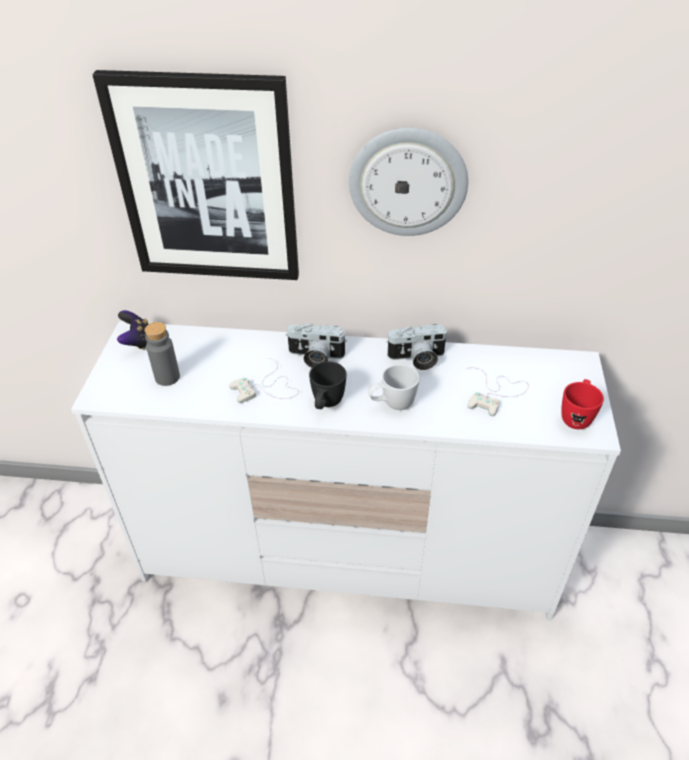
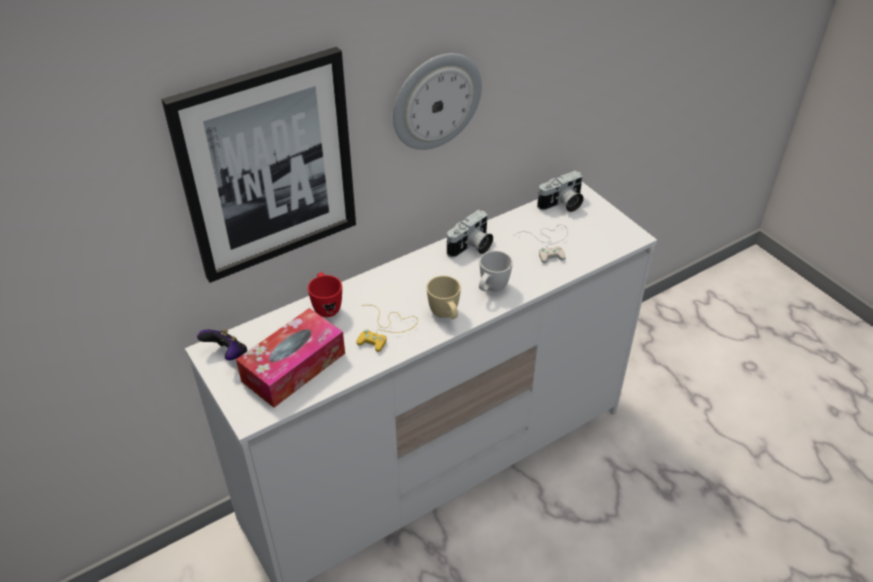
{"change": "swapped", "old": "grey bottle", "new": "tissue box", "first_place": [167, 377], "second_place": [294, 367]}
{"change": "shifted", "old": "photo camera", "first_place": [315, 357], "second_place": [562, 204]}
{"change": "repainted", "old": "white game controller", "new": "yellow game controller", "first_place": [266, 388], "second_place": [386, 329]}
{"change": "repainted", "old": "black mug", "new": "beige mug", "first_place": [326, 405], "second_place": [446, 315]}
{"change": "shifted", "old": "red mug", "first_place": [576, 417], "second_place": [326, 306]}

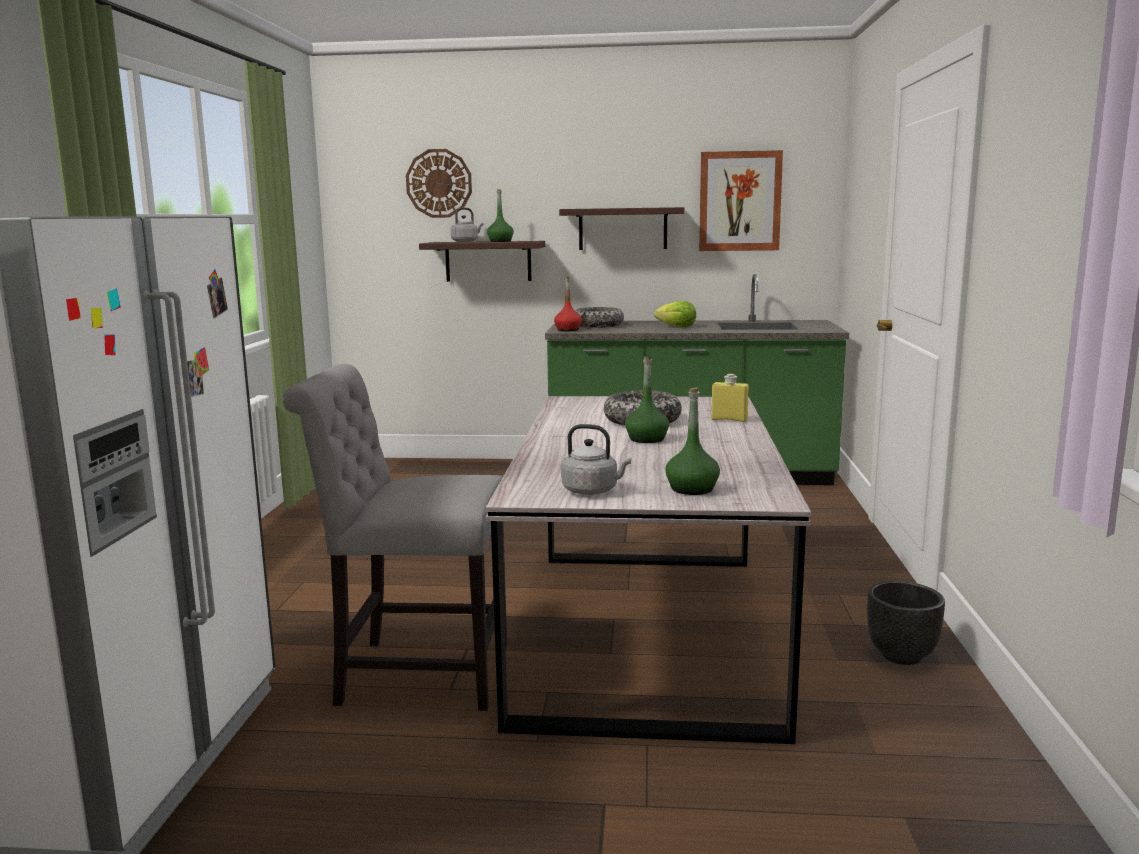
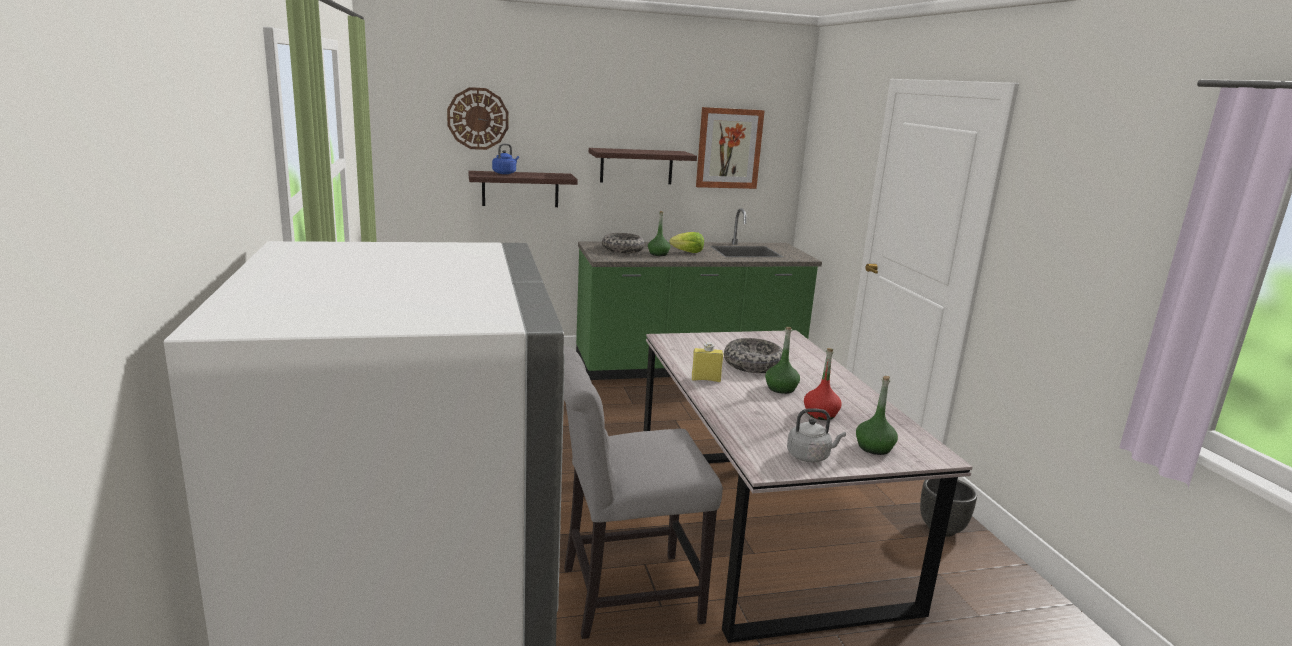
{"change": "shifted", "old": "green bottle", "first_place": [500, 241], "second_place": [658, 254]}
{"change": "repainted", "old": "grey kettle", "new": "blue kettle", "first_place": [466, 241], "second_place": [505, 173]}
{"change": "shifted", "old": "red bottle", "first_place": [568, 330], "second_place": [820, 414]}
{"change": "shifted", "old": "yellow bottle", "first_place": [729, 420], "second_place": [706, 379]}

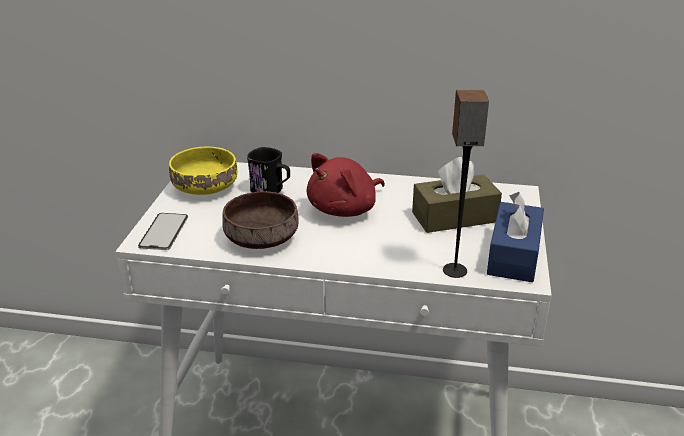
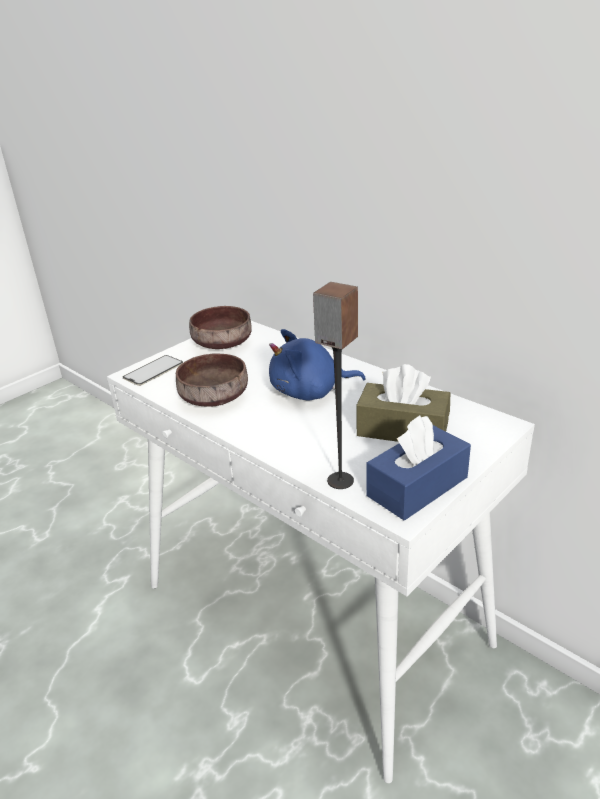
{"change": "repainted", "old": "yellow bowl", "new": "brown bowl", "first_place": [206, 187], "second_place": [224, 343]}
{"change": "gone", "old": "black mug", "first_place": [271, 190]}
{"change": "repainted", "old": "red plush toy", "new": "blue plush toy", "first_place": [345, 209], "second_place": [310, 392]}

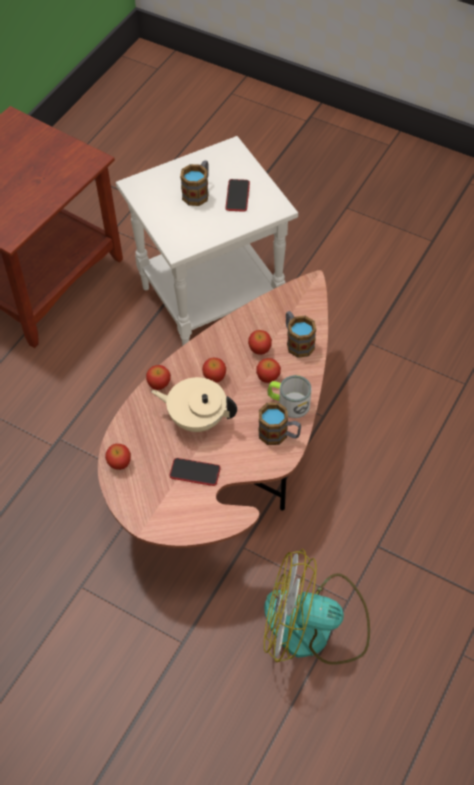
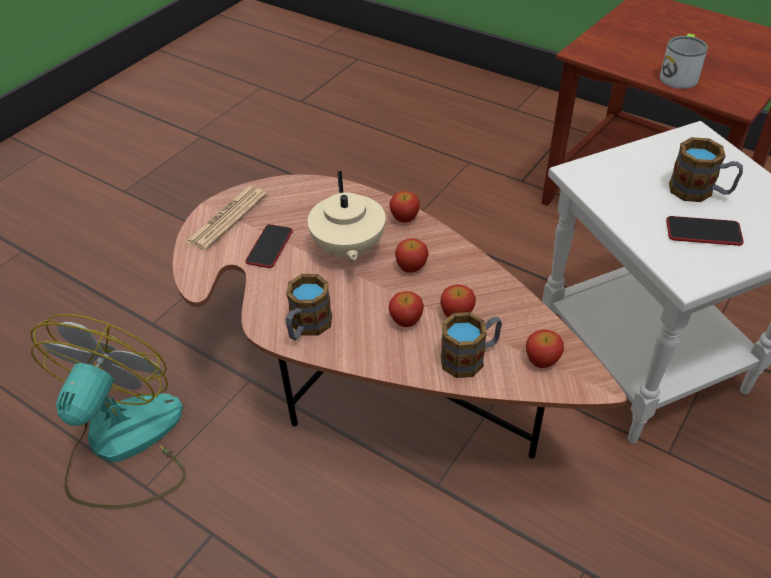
{"change": "shifted", "old": "mug", "first_place": [288, 403], "second_place": [680, 75]}
{"change": "rotated", "old": "beige teapot", "first_place": [197, 418], "second_place": [348, 250], "degrees": 150}
{"change": "shifted", "old": "apple", "first_place": [119, 463], "second_place": [542, 360]}
{"change": "new", "new": "newspaper", "second_place": [227, 218]}

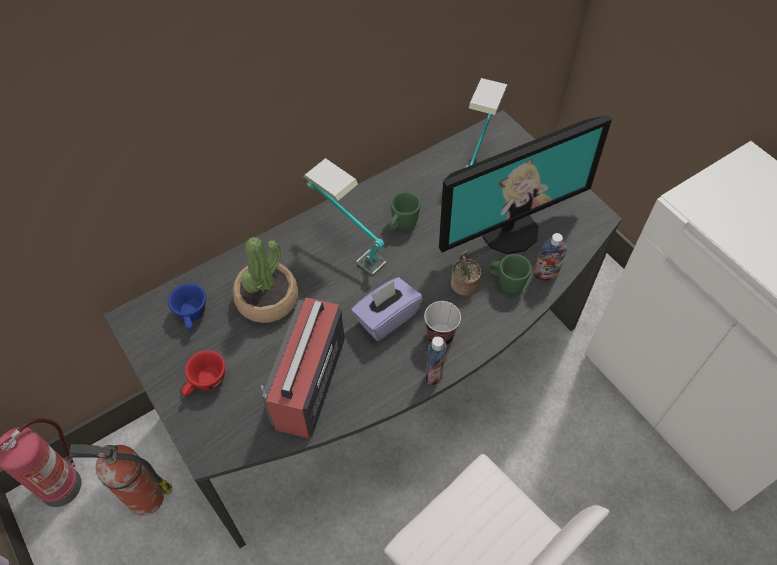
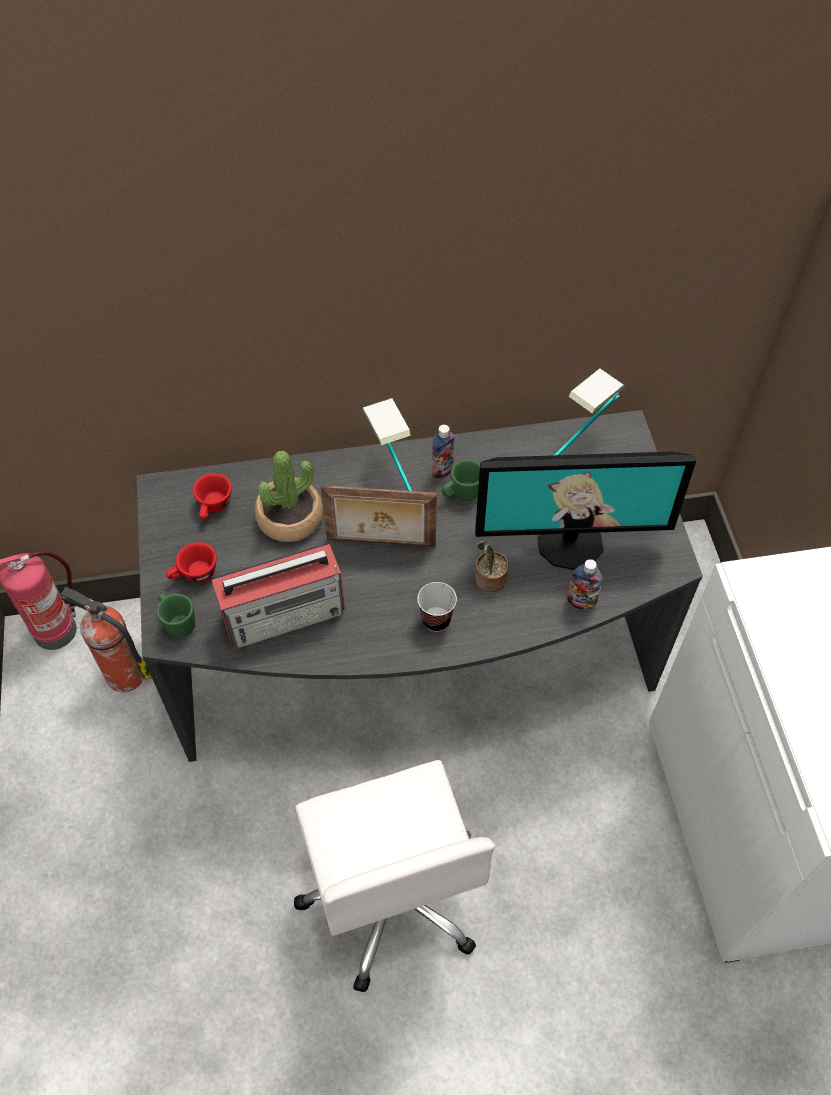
{"change": "shifted", "old": "green mug", "first_place": [506, 282], "second_place": [177, 622]}
{"change": "gone", "old": "purple tissue box", "first_place": [386, 318]}
{"change": "repainted", "old": "blue cup", "new": "red cup", "first_place": [192, 316], "second_place": [214, 507]}
{"change": "rotated", "old": "radio", "first_place": [308, 384], "second_place": [286, 613], "degrees": -150}
{"change": "shifted", "old": "bottle", "first_place": [434, 374], "second_place": [442, 470]}
{"change": "new", "new": "picture frame", "second_place": [381, 543]}

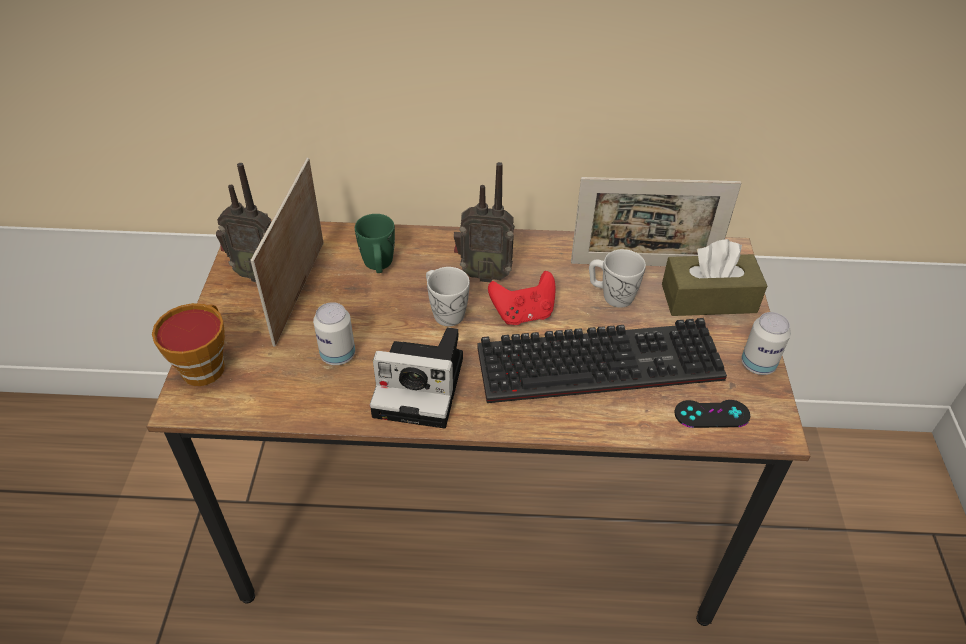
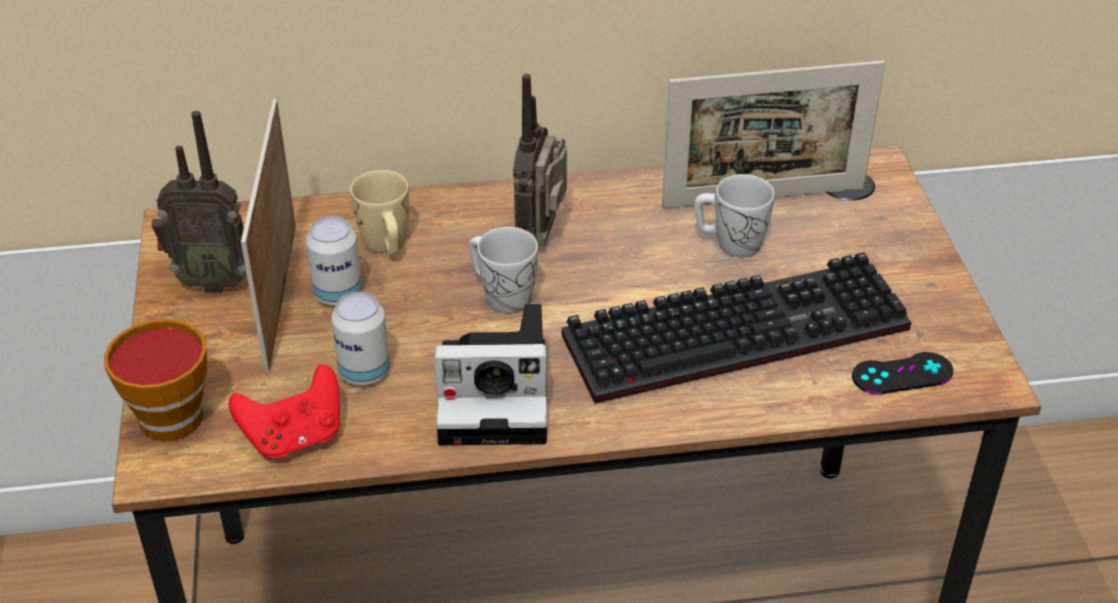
{"change": "rotated", "old": "radio", "first_place": [483, 273], "second_place": [542, 238], "degrees": 105}
{"change": "repainted", "old": "green mug", "new": "beige mug", "first_place": [378, 265], "second_place": [387, 246]}
{"change": "gone", "old": "brown tissue box", "first_place": [708, 298]}
{"change": "shifted", "old": "red game controller", "first_place": [523, 314], "second_place": [295, 438]}
{"change": "shifted", "old": "can", "first_place": [758, 364], "second_place": [338, 294]}

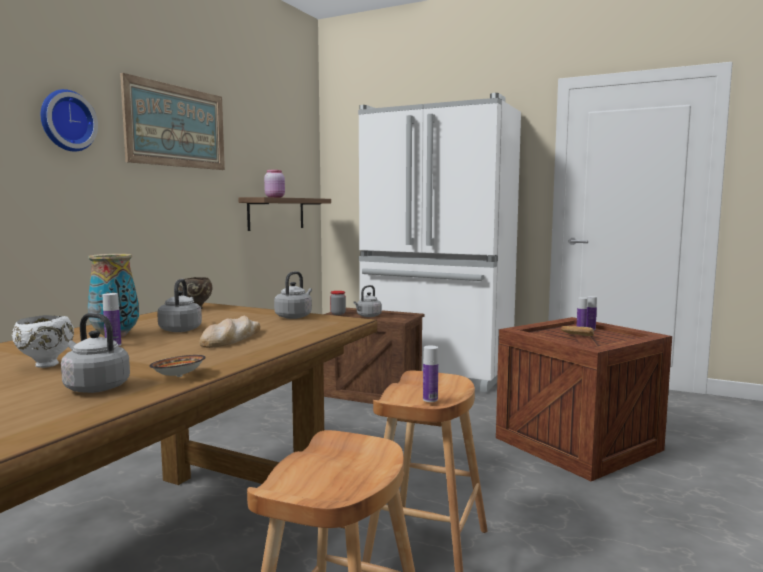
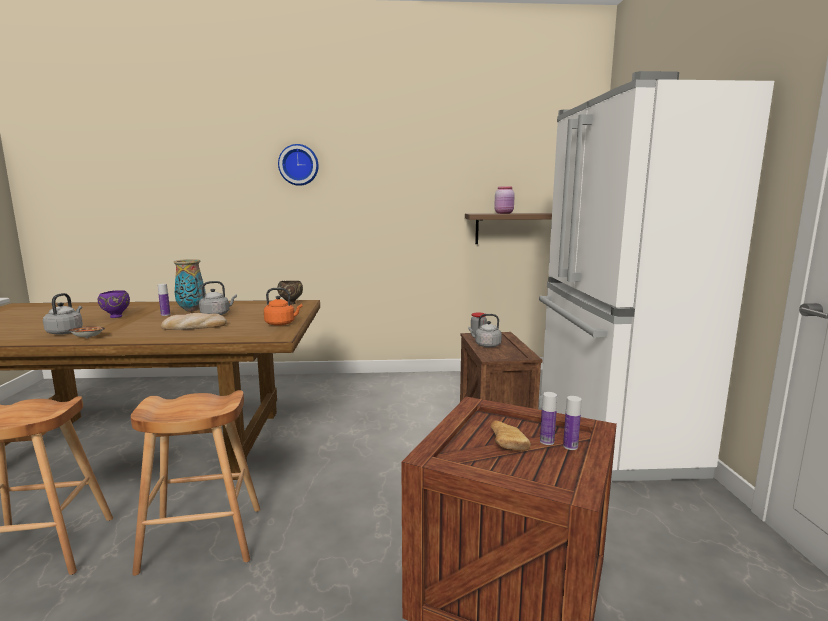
{"change": "gone", "old": "picture", "first_place": [176, 126]}
{"change": "repainted", "old": "grey kettle", "new": "orange kettle", "first_place": [294, 316], "second_place": [281, 323]}
{"change": "repainted", "old": "white bowl", "new": "purple bowl", "first_place": [45, 365], "second_place": [116, 316]}
{"change": "gone", "old": "bottle", "first_place": [430, 399]}

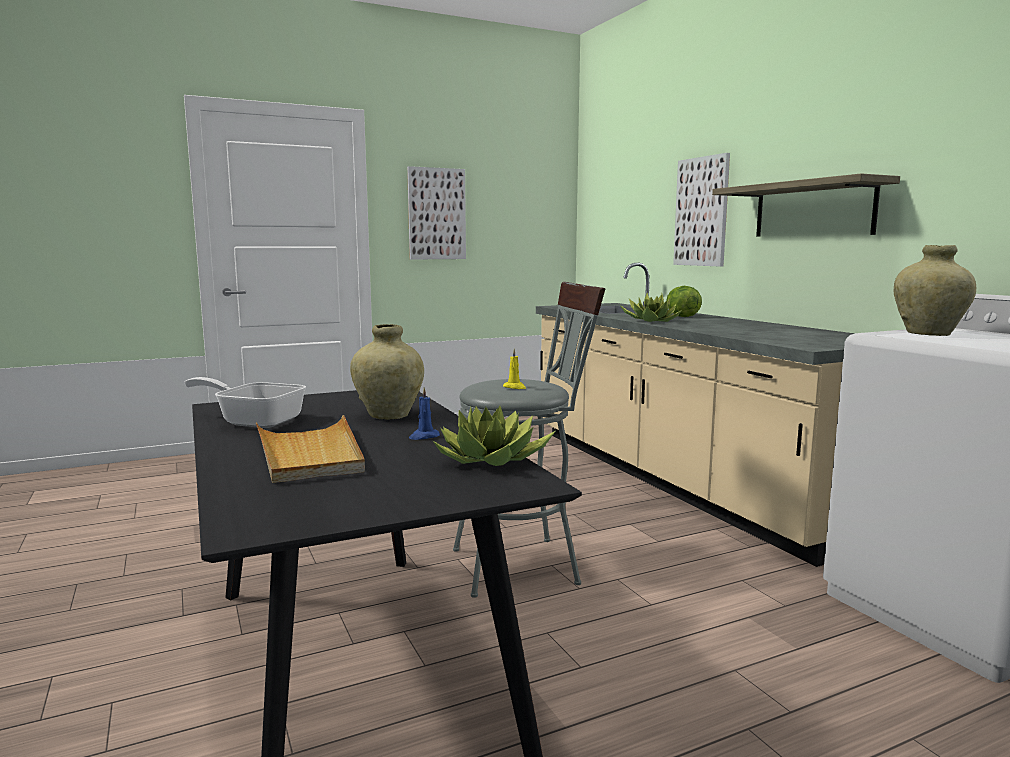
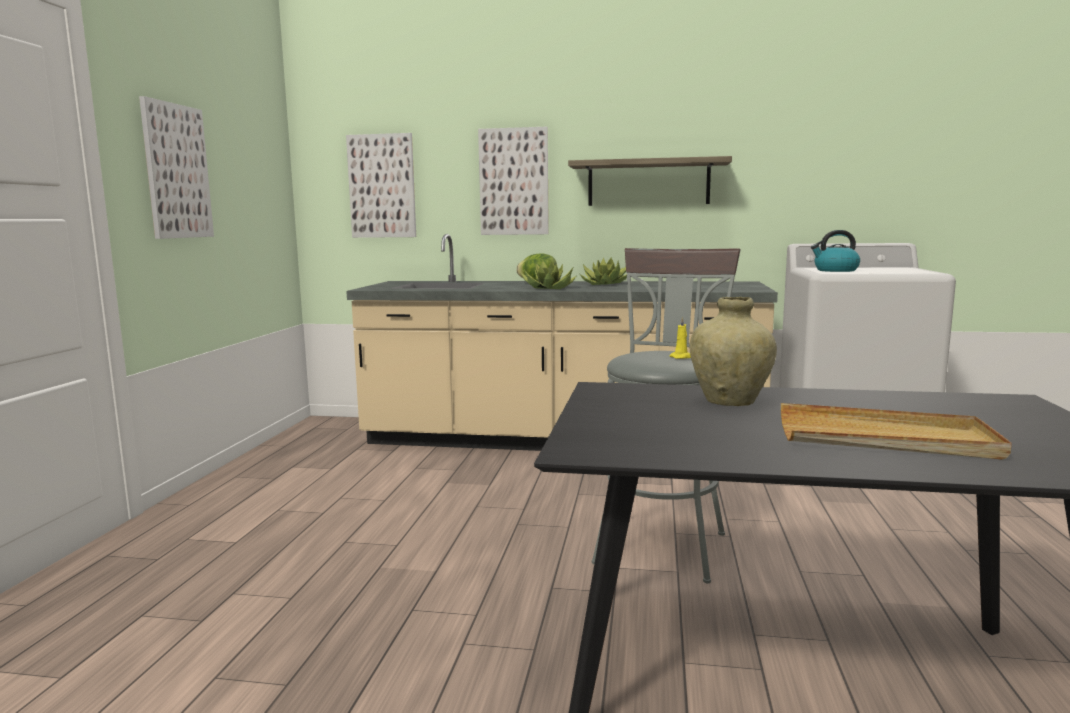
{"change": "swapped", "old": "beige vase", "new": "kettle", "first_place": [928, 334], "second_place": [835, 270]}
{"change": "gone", "old": "frying pan", "first_place": [255, 421]}
{"change": "gone", "old": "blue candle", "first_place": [423, 436]}
{"change": "shifted", "old": "potted plant", "first_place": [492, 459], "second_place": [605, 284]}
{"change": "new", "new": "picture", "second_place": [382, 186]}

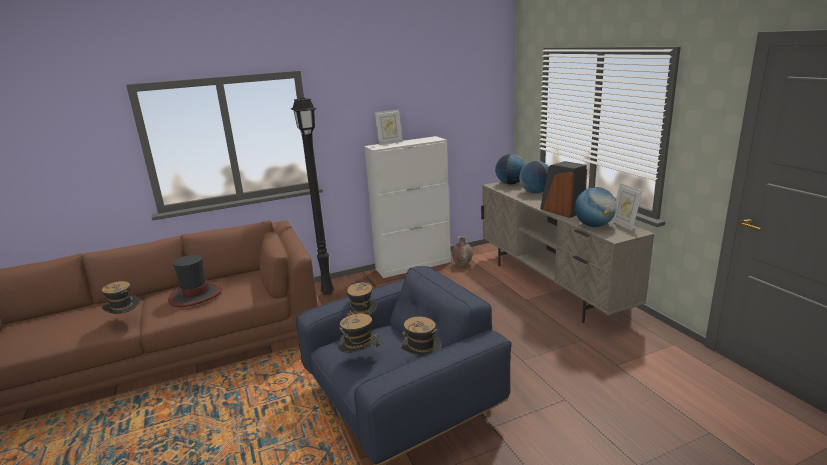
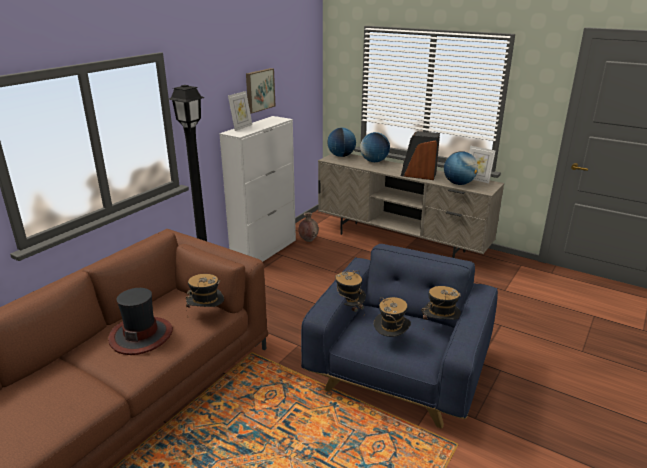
{"change": "shifted", "old": "hat", "first_place": [126, 321], "second_place": [206, 315]}
{"change": "new", "new": "picture", "second_place": [259, 90]}

